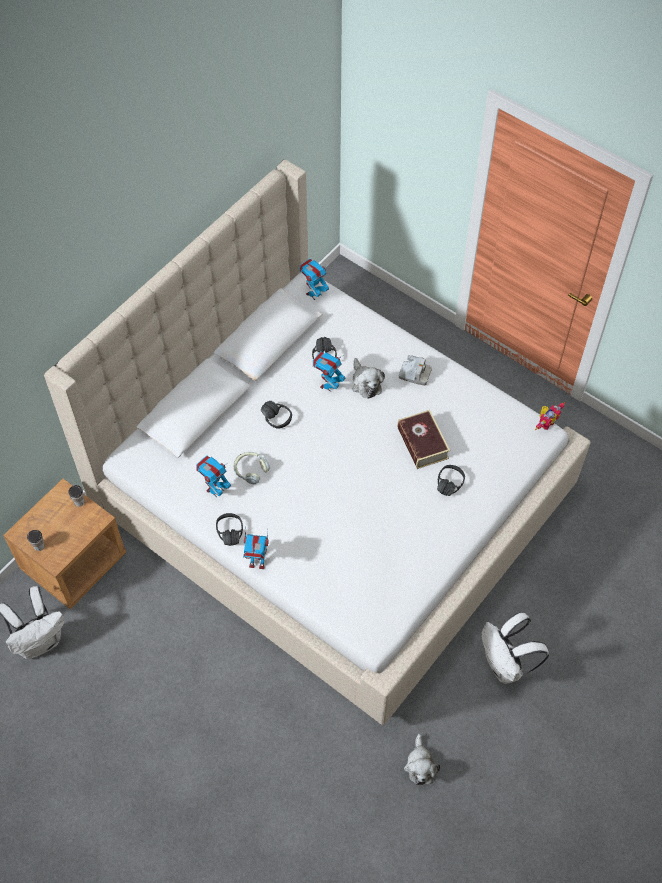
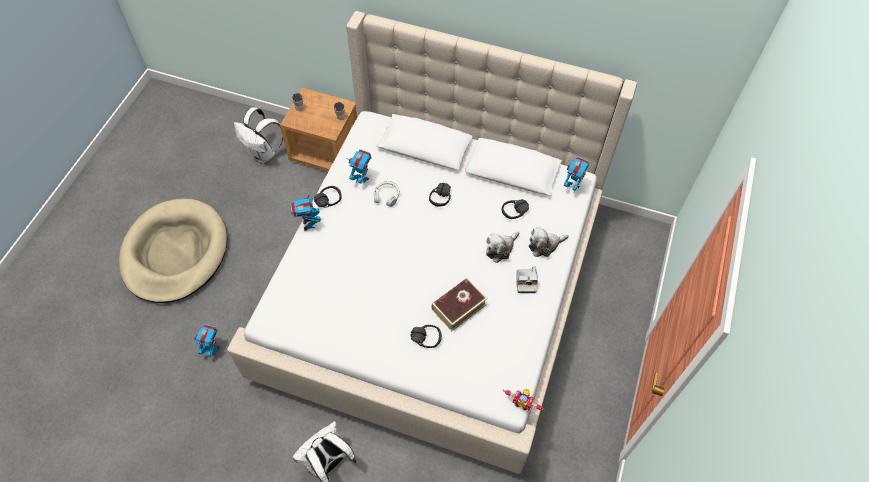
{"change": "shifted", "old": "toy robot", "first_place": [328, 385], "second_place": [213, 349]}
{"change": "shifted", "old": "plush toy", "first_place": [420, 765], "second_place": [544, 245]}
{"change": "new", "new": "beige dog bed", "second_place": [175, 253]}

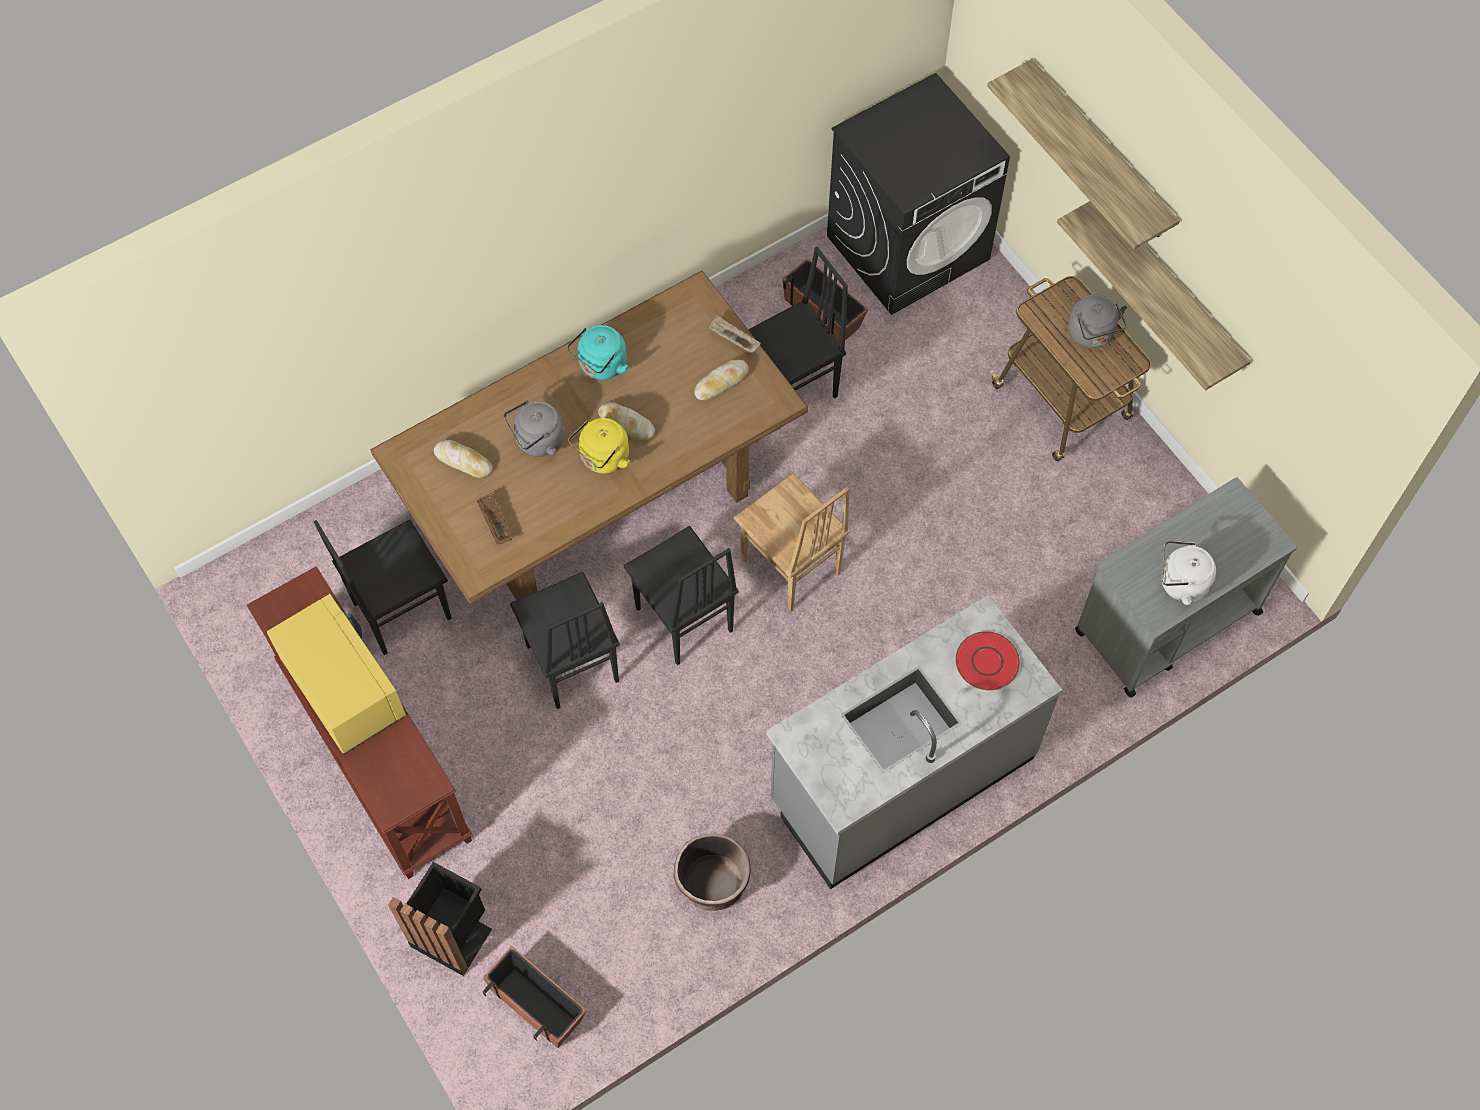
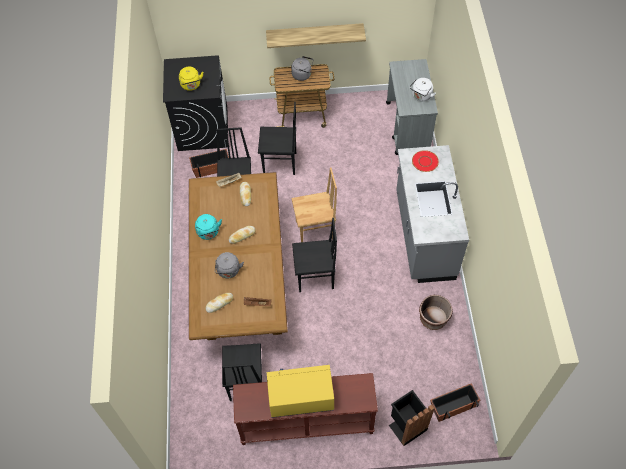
{"change": "gone", "old": "shelf", "first_place": [1100, 153]}
{"change": "shifted", "old": "yellow kettle", "first_place": [603, 459], "second_place": [191, 85]}
{"change": "shifted", "old": "black chair", "first_place": [571, 665], "second_place": [280, 164]}

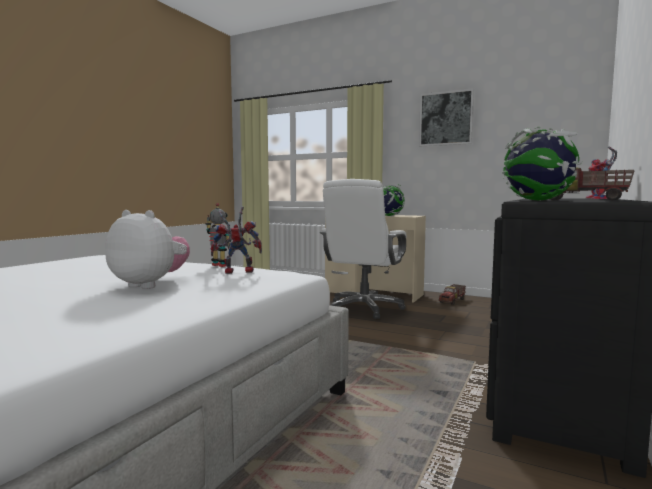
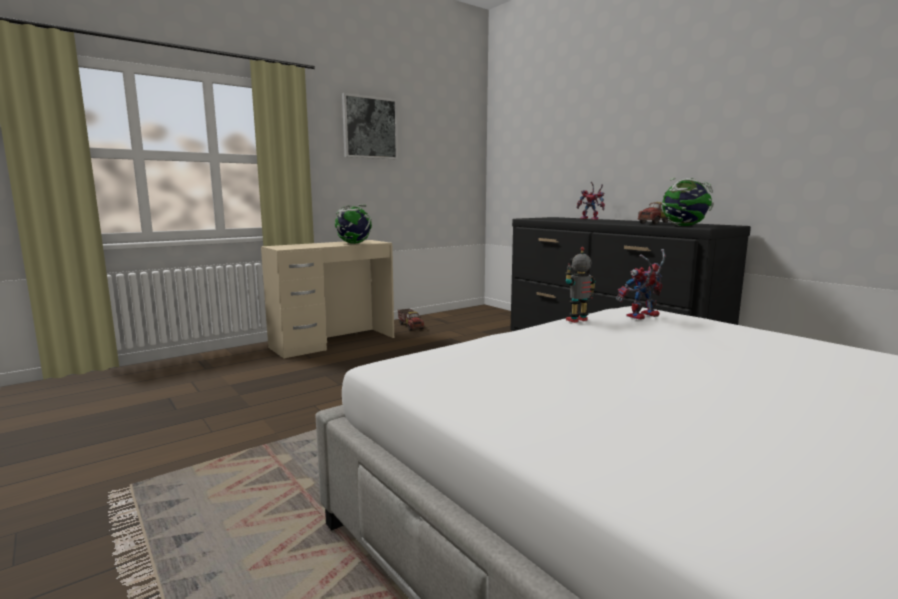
{"change": "gone", "old": "white office chair", "first_place": [364, 308]}
{"change": "rotated", "old": "toy robot", "first_place": [236, 272], "second_place": [642, 317], "degrees": 45}
{"change": "gone", "old": "plush toy", "first_place": [150, 284]}

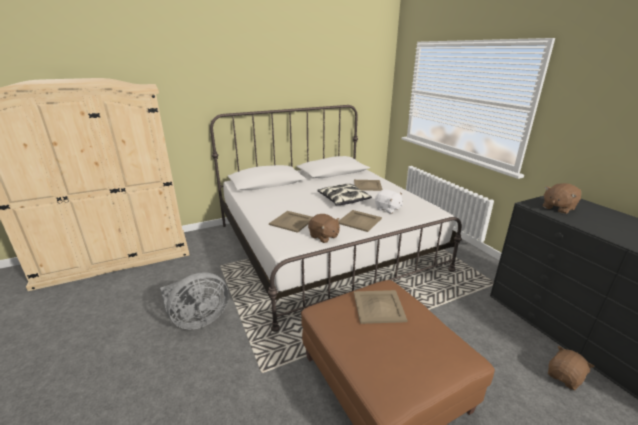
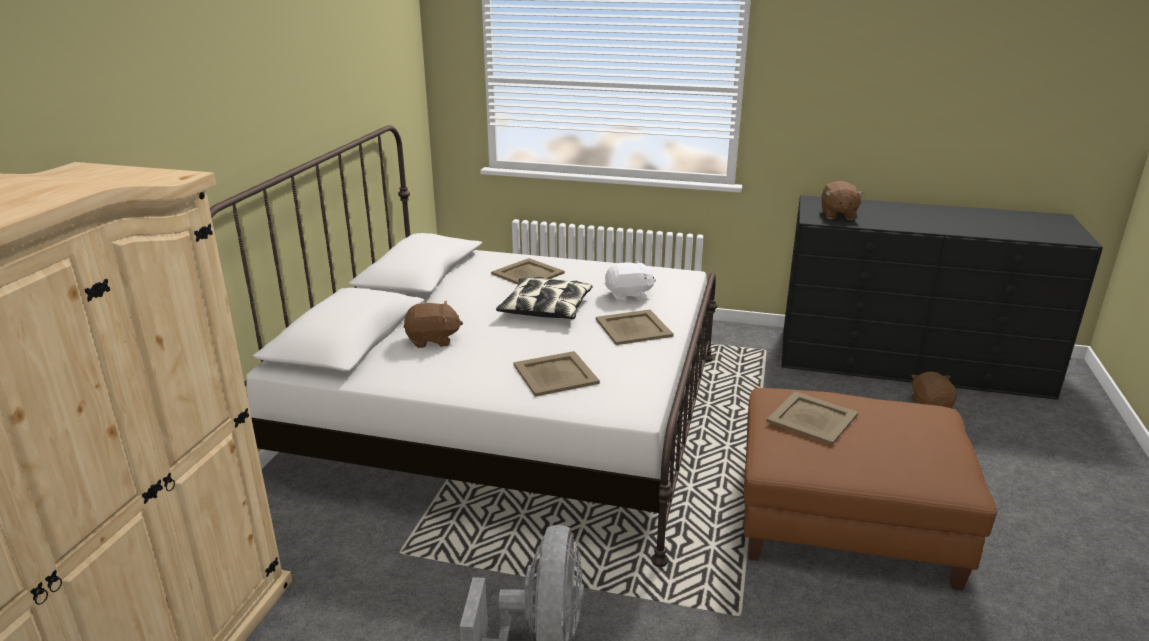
{"change": "shifted", "old": "brown plush toy", "first_place": [324, 237], "second_place": [432, 340]}

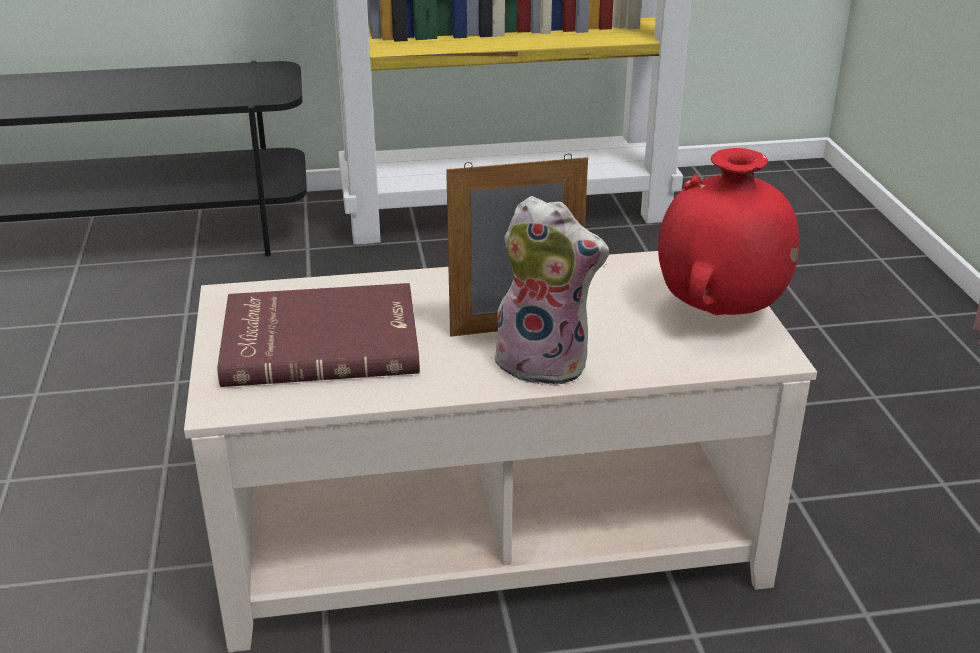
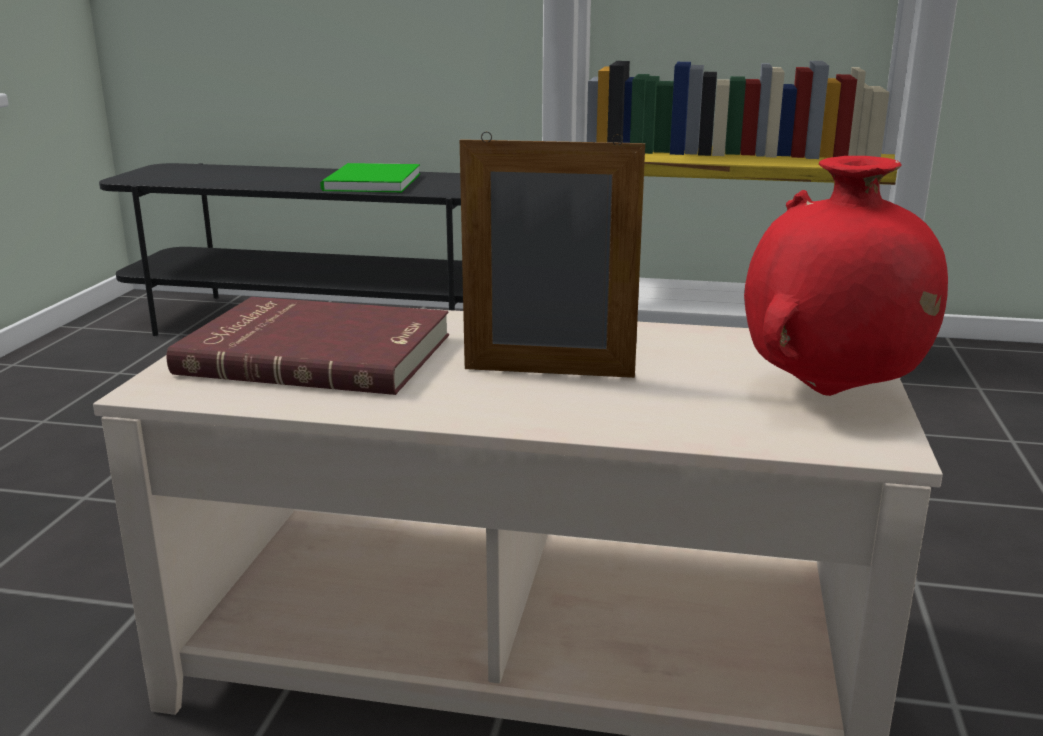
{"change": "gone", "old": "plush toy", "first_place": [546, 363]}
{"change": "new", "new": "green book", "second_place": [369, 182]}

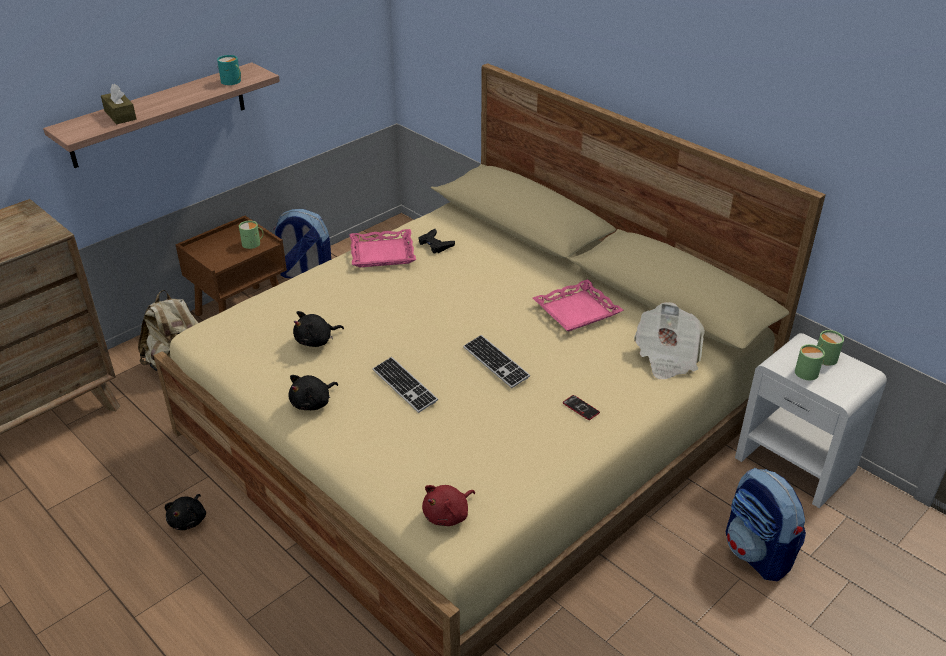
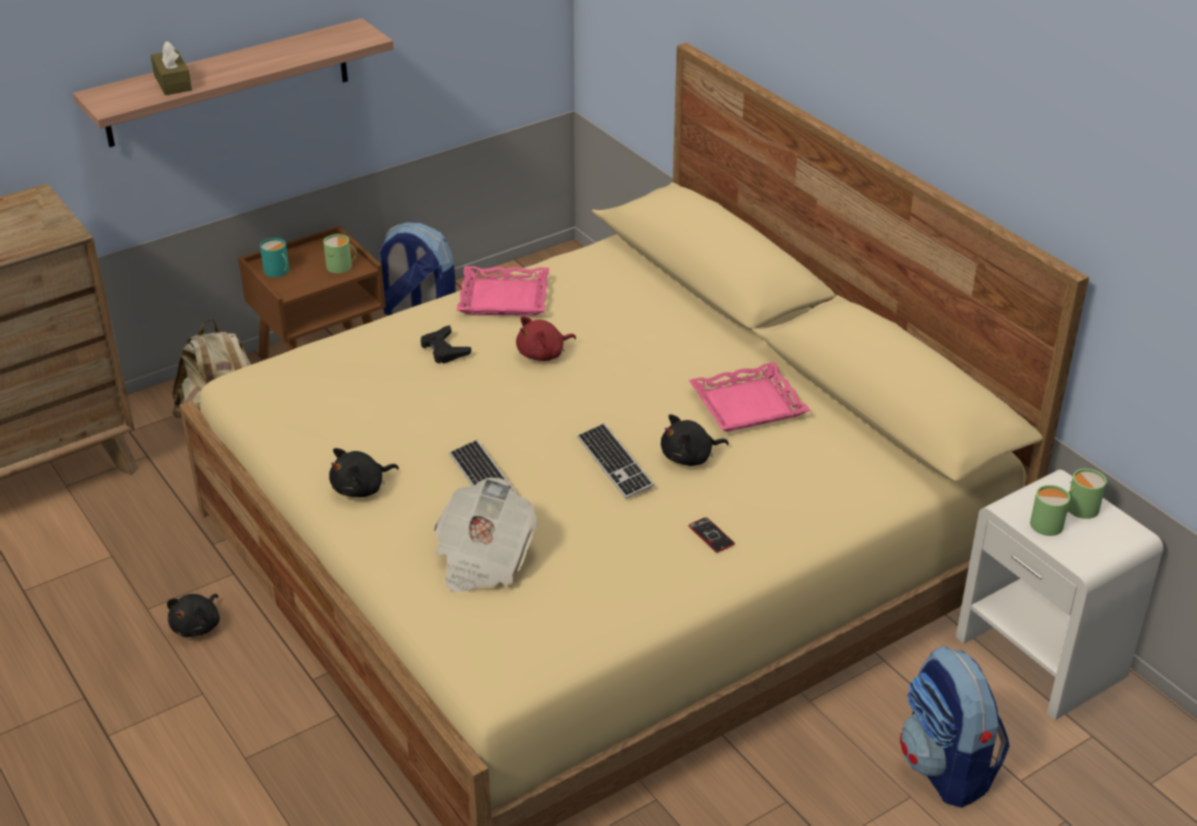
{"change": "shifted", "old": "turquoise mug", "first_place": [232, 81], "second_place": [278, 271]}
{"change": "shifted", "old": "black game controller", "first_place": [435, 244], "second_place": [444, 350]}
{"change": "shifted", "old": "newspaper", "first_place": [666, 357], "second_place": [483, 559]}
{"change": "shifted", "old": "black plush toy", "first_place": [316, 341], "second_place": [689, 457]}
{"change": "shifted", "old": "red plush toy", "first_place": [448, 515], "second_place": [543, 354]}

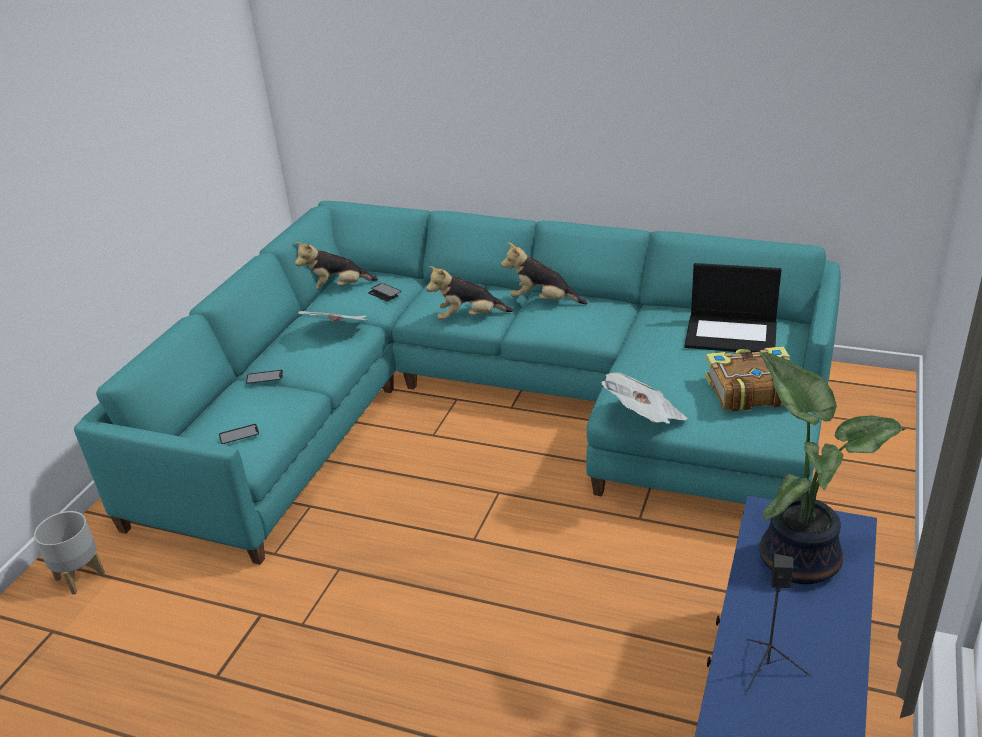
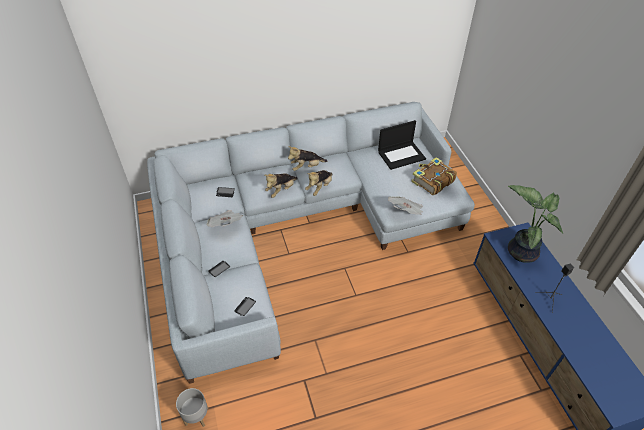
{"change": "repainted", "old": "turquoise sofa", "new": "grey sofa", "first_place": [486, 405], "second_place": [297, 227]}
{"change": "shifted", "old": "plush toy", "first_place": [337, 289], "second_place": [319, 187]}

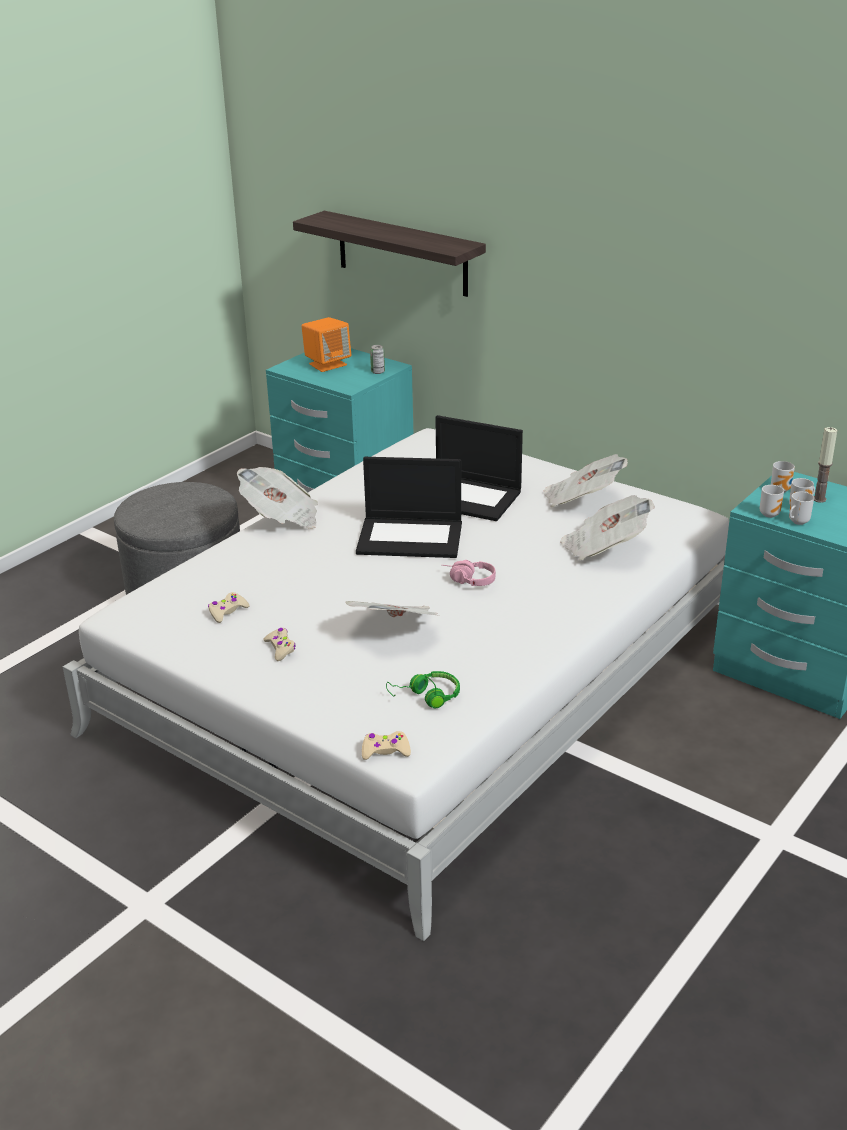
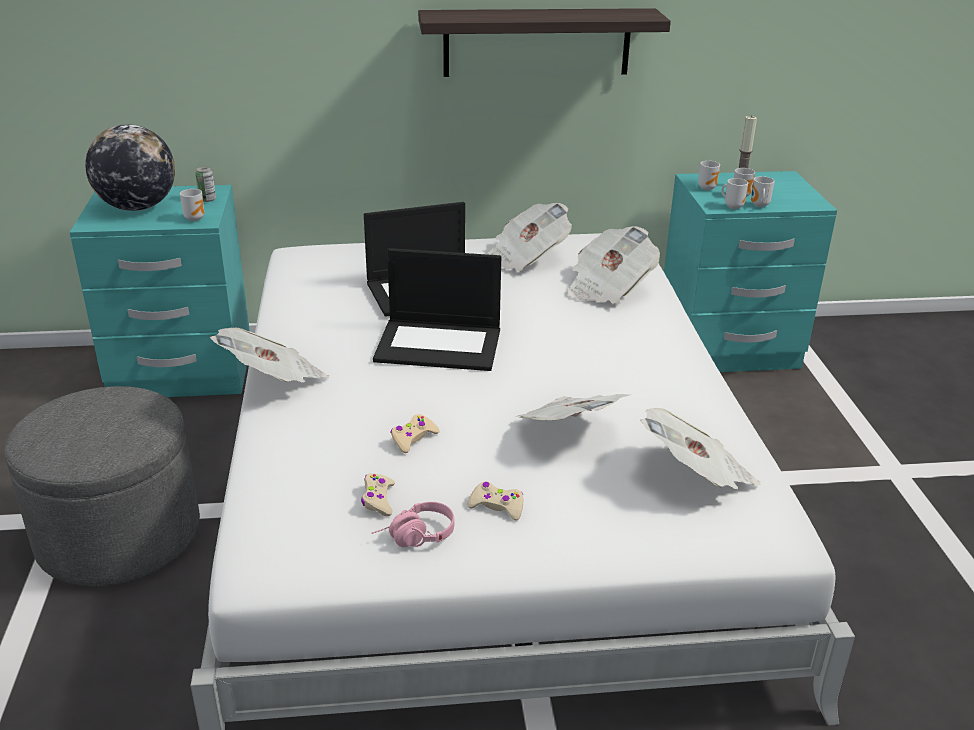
{"change": "shifted", "old": "shelf", "first_place": [402, 253], "second_place": [537, 42]}
{"change": "swapped", "old": "orange speaker", "new": "globe", "first_place": [327, 364], "second_place": [137, 207]}
{"change": "rotated", "old": "laptop", "first_place": [411, 537], "second_place": [440, 344], "degrees": 45}
{"change": "shifted", "old": "pink headphones", "first_place": [467, 580], "second_place": [415, 538]}
{"change": "swapped", "old": "green headphones", "new": "newspaper", "first_place": [426, 696], "second_place": [696, 476]}
{"change": "shifted", "old": "beige game controller", "first_place": [385, 751], "second_place": [413, 438]}
{"change": "new", "new": "mug", "second_place": [195, 218]}

